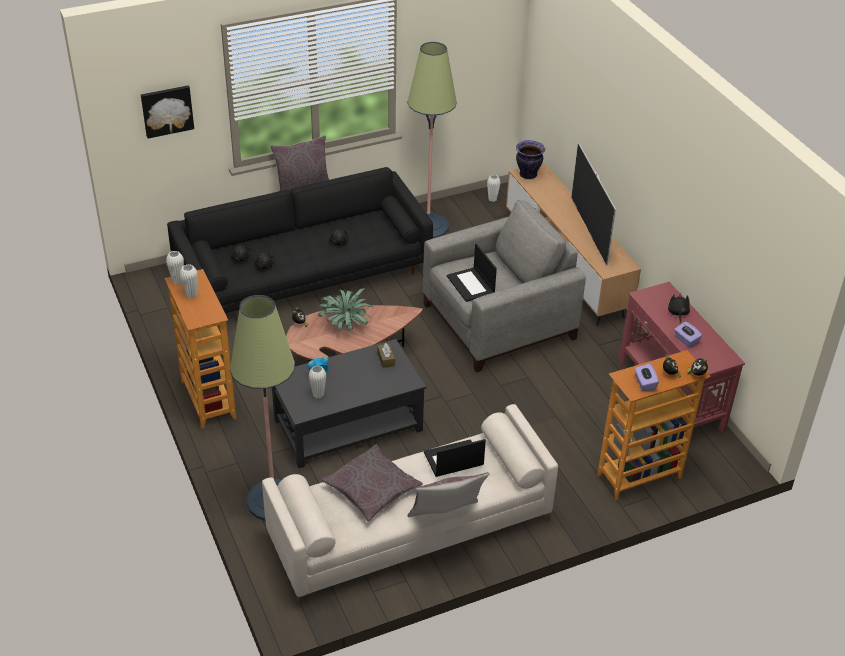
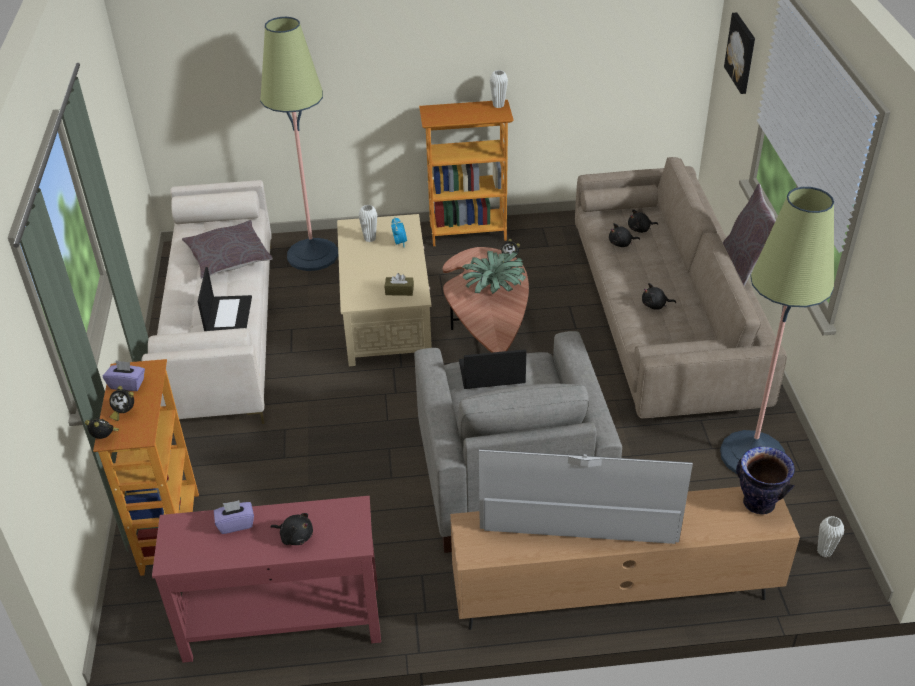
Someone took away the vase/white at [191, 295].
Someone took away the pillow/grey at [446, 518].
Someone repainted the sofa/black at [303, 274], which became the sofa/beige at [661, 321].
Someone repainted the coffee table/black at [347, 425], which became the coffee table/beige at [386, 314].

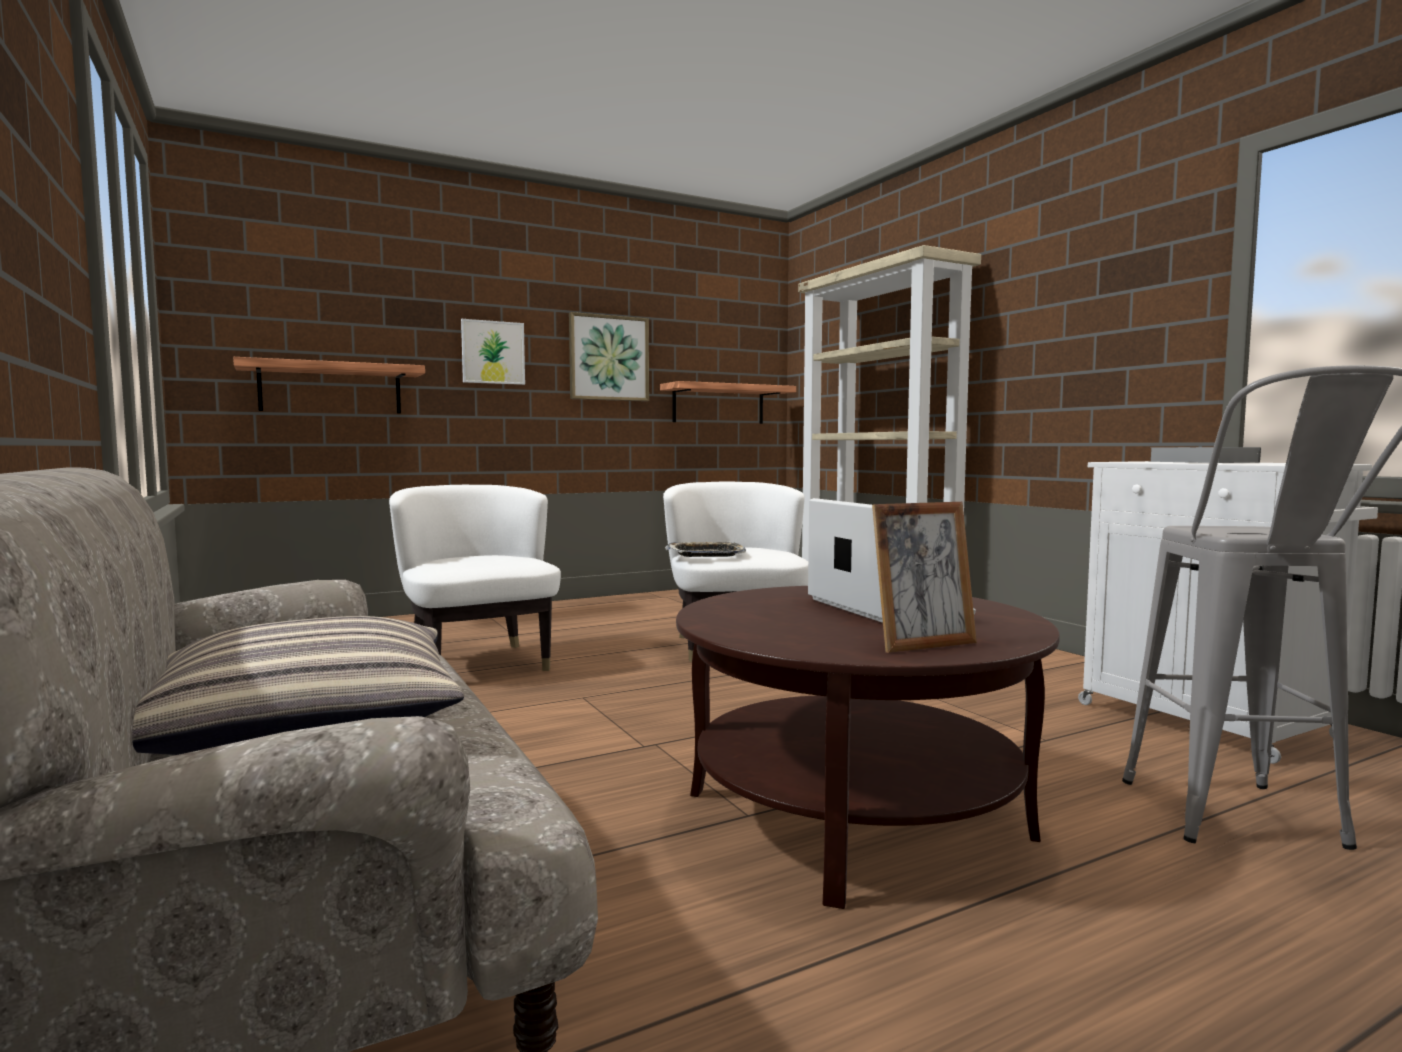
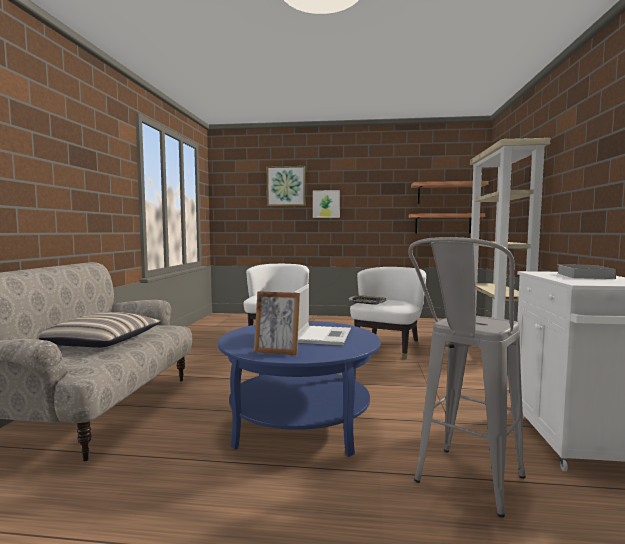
Someone carried the shelf from [331, 389] to [445, 193].
Someone carried the picture from [608, 358] to [286, 186].
Someone repainted the coffee table/brown at [854, 814], which became the coffee table/blue at [299, 423].

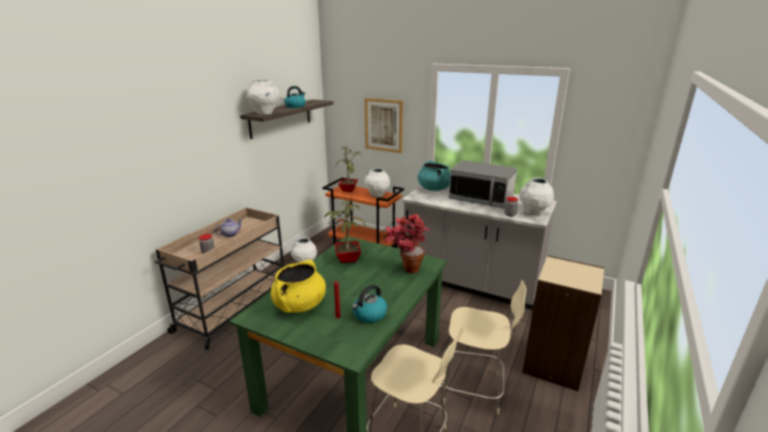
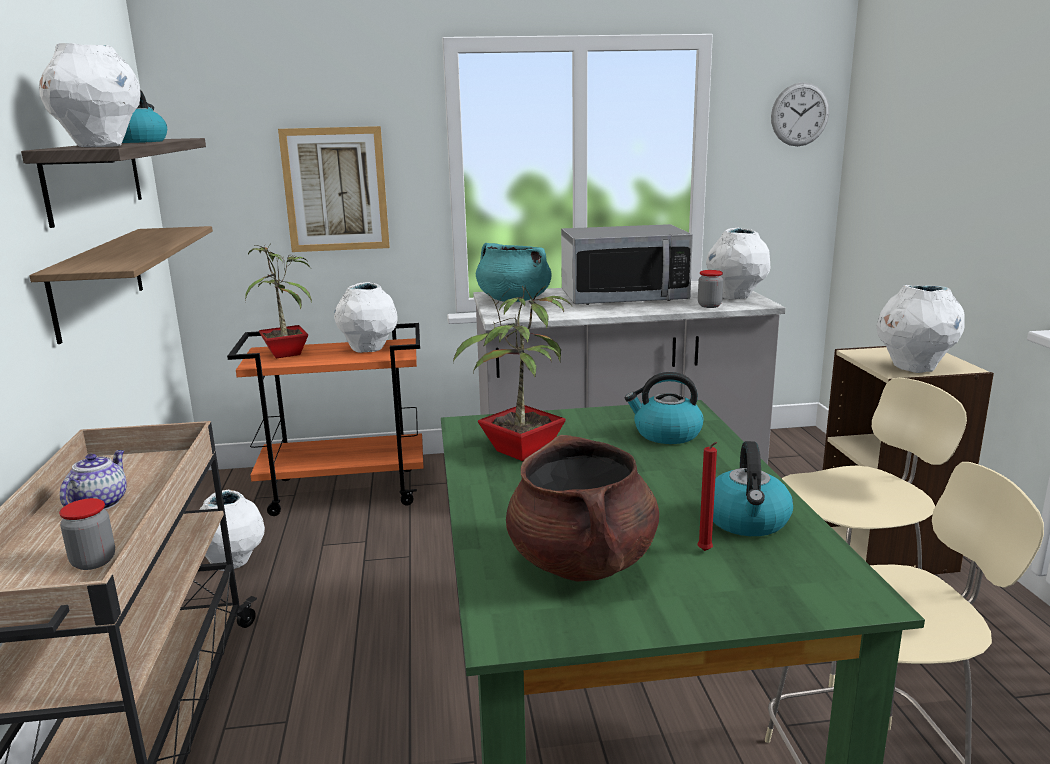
Someone put up the shelf at [98, 281].
Someone put up the wall clock at [800, 114].
Someone put down the vase/white at [913, 368].
Someone swapped the potted plant at [405, 270] for the kettle at [666, 434].
Someone repainted the cooking pot/yellow at [299, 305], which became the cooking pot/brown at [582, 562].

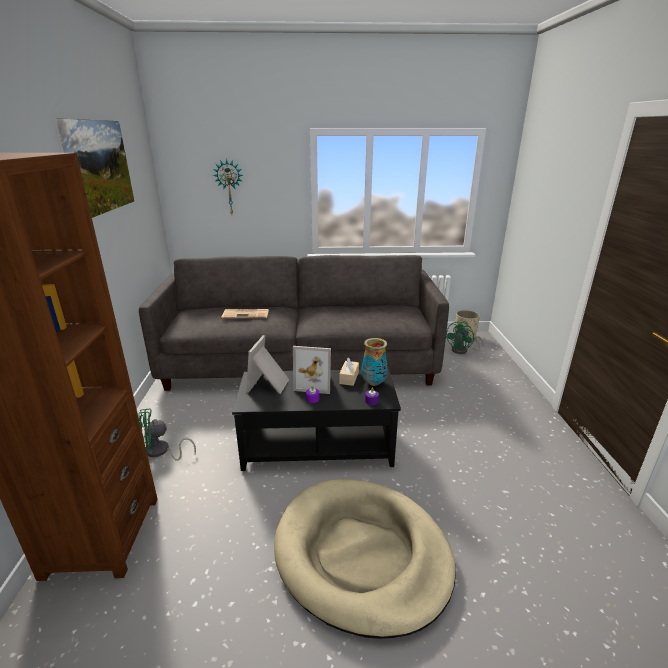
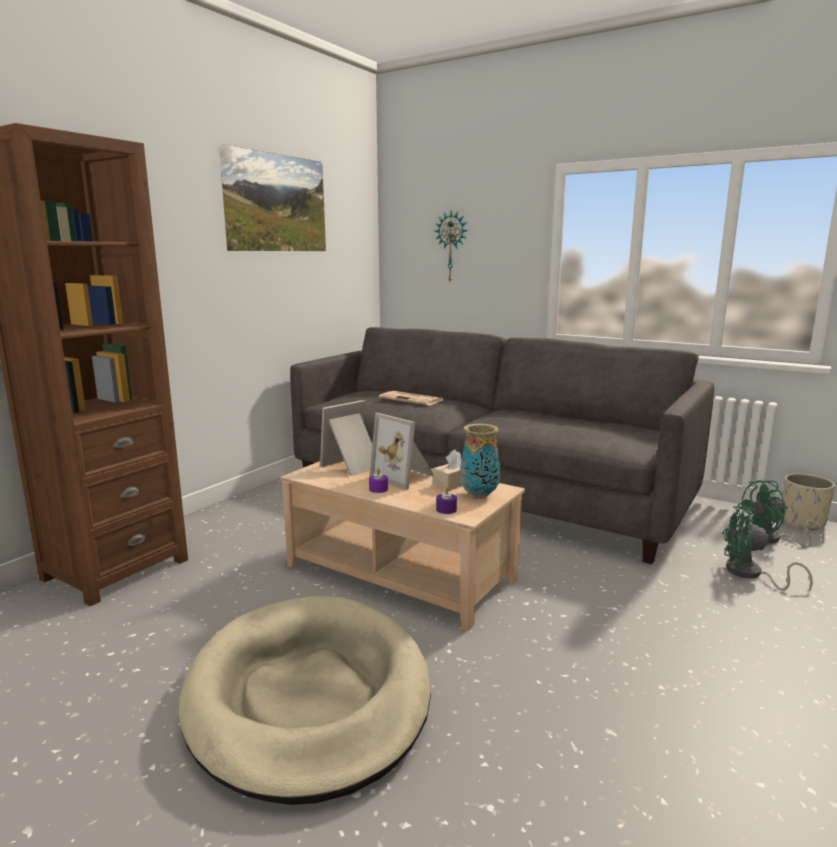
Someone carried the fan/green from [161, 452] to [750, 574].
Someone repainted the coffee table/black at [318, 443], which became the coffee table/beige at [401, 572].

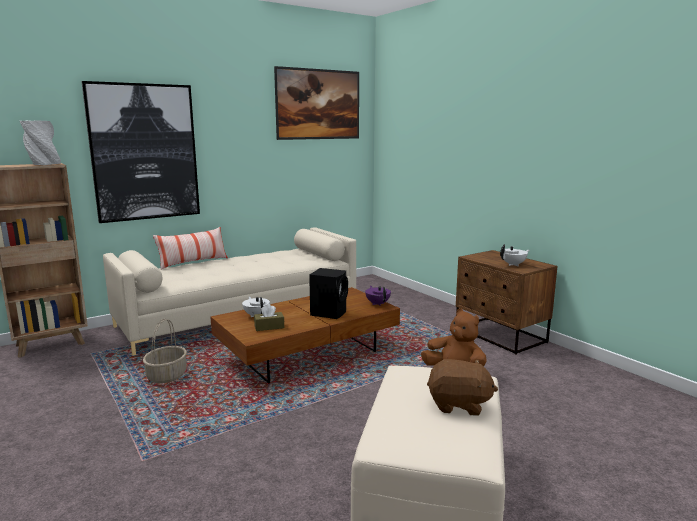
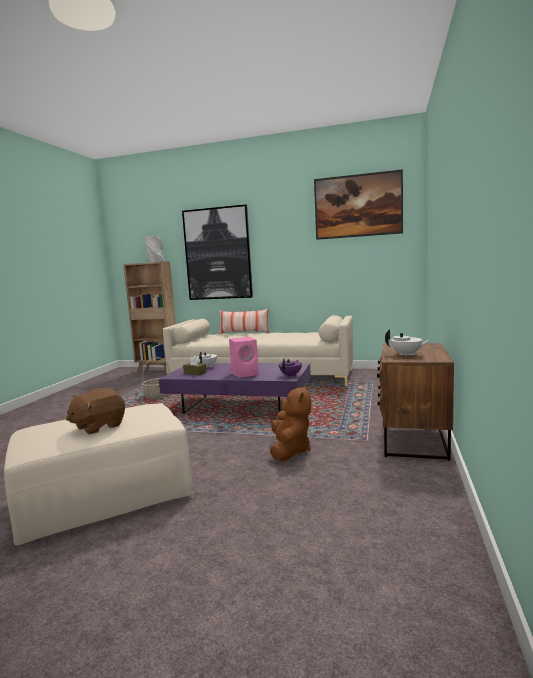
Someone repainted the coffee table/brown at [308, 354], which became the coffee table/purple at [240, 406].
Someone repainted the speaker/black at [329, 313], which became the speaker/pink at [246, 373].
Someone rotated the plush toy/brown at [459, 405] by 75 degrees clockwise.

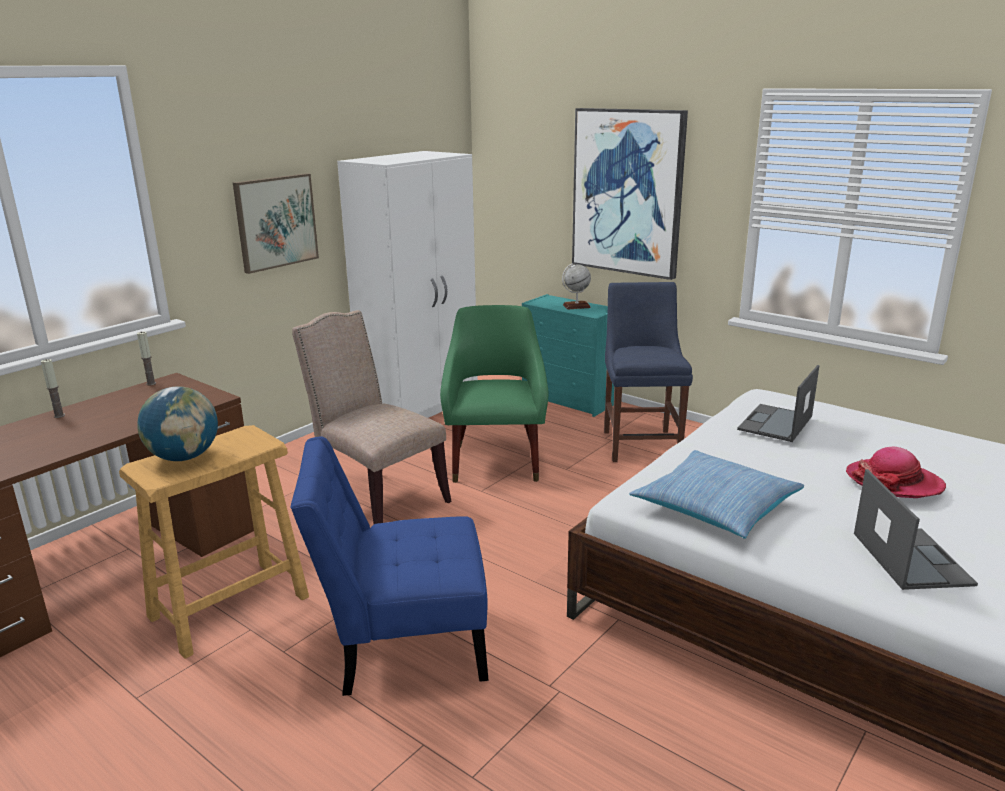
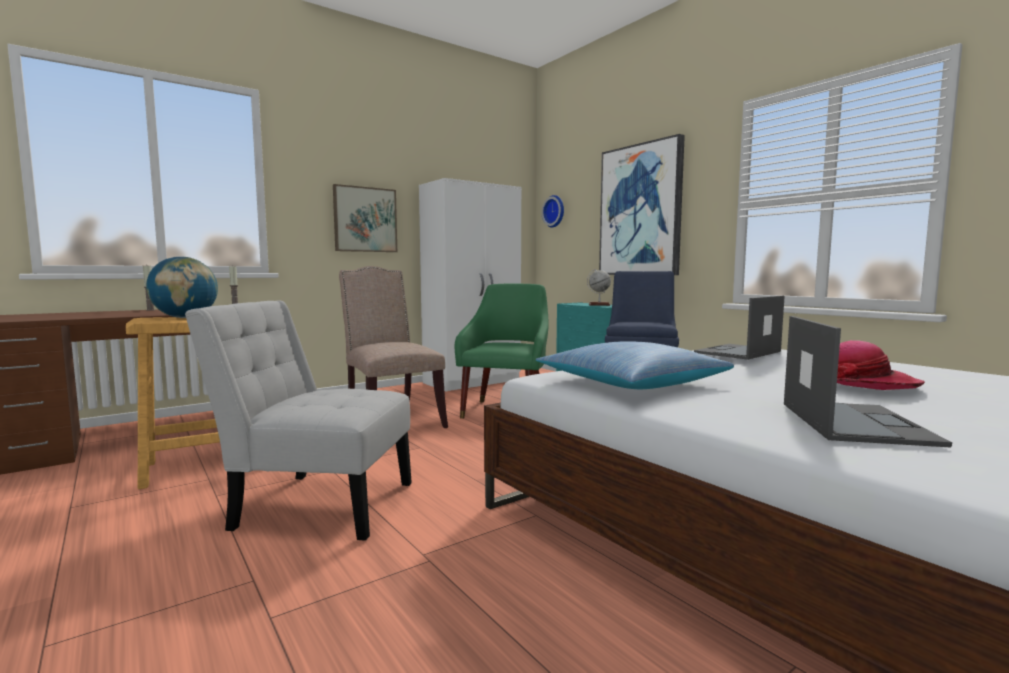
Someone put up the wall clock at [555, 211].
Someone repainted the chair/blue at [402, 643], which became the chair/white at [317, 504].

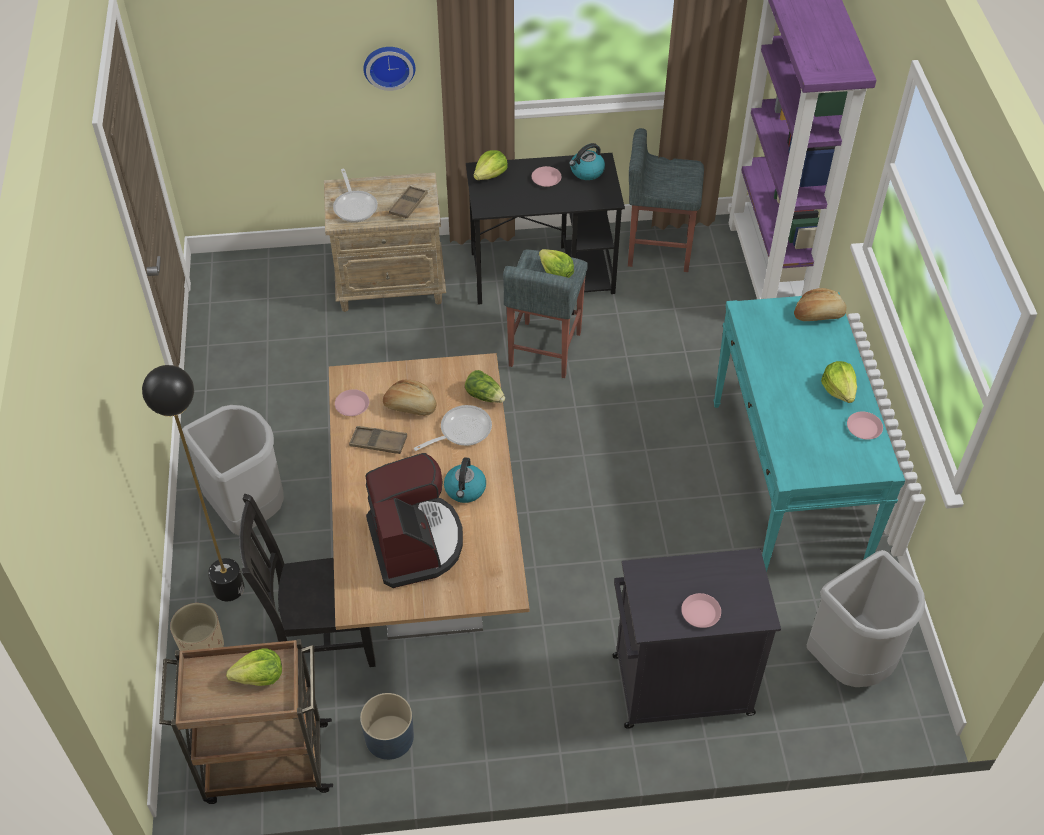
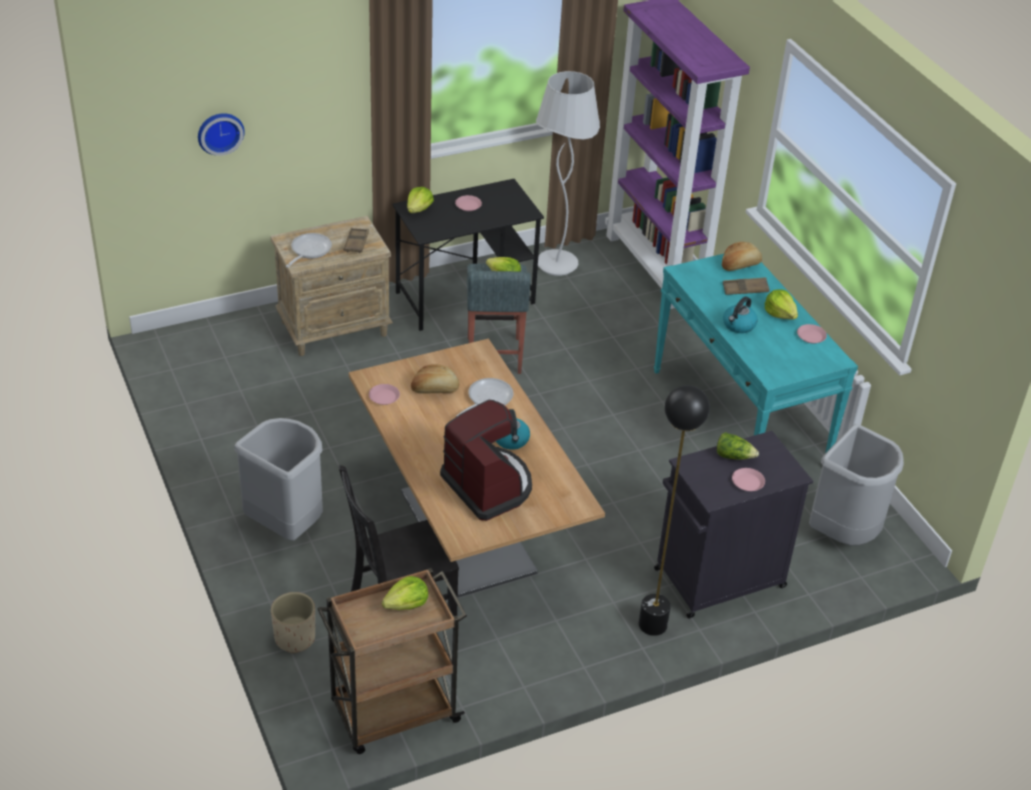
Someone took away the planter/blue at [389, 737].
Someone carried the floor lamp/black from [228, 588] to [652, 624].
Someone carried the tray/brown from [378, 442] to [745, 289].
Someone carried the wall clock from [389, 65] to [219, 132].
Someone carried the lettuce from [485, 395] to [734, 456].
Someone carried the kettle from [586, 171] to [738, 325].
Someone swapped the stool/grey at [658, 250] for the floor lamp/white at [556, 265].
Someone rotated the frying pan at [355, 206] by 120 degrees counterclockwise.

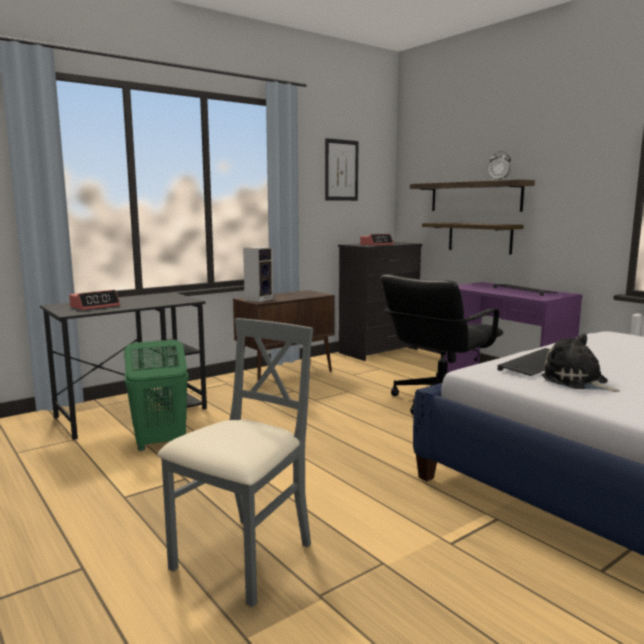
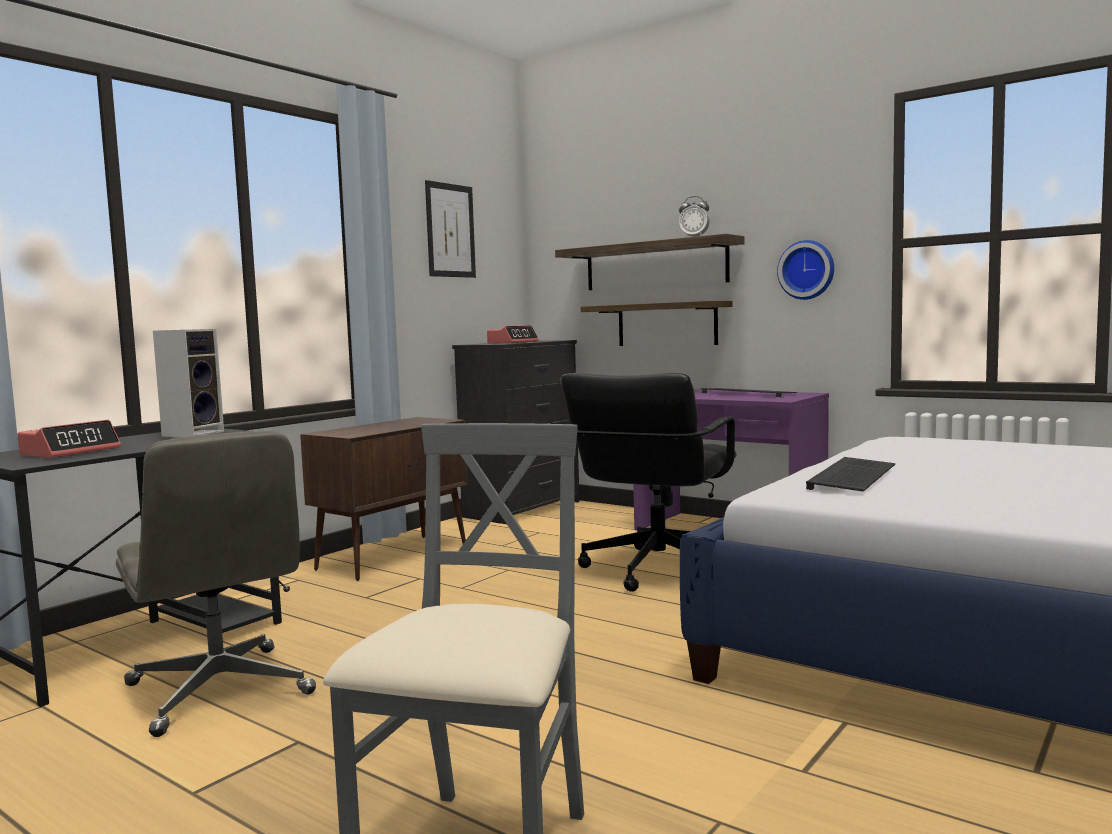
Someone took away the plush toy at [577, 381].
Someone put up the wall clock at [807, 270].
Someone carried the speaker from [259, 299] to [194, 433].
Someone swapped the laundry basket/green at [159, 444] for the office chair/grey at [220, 690].

